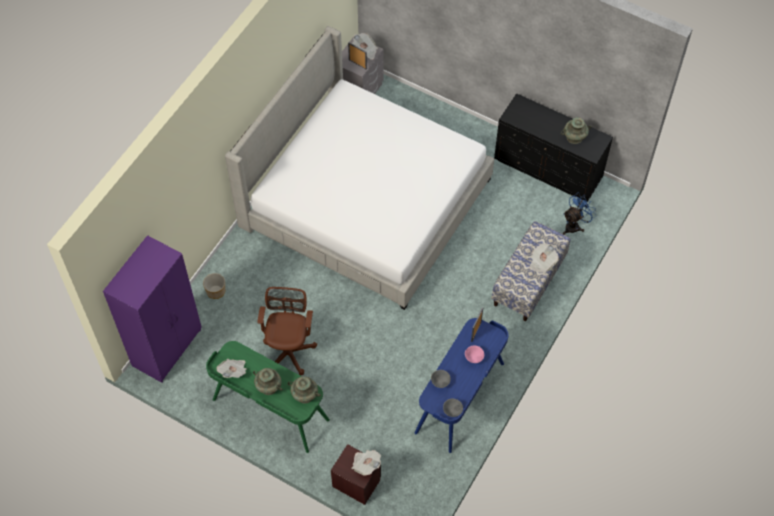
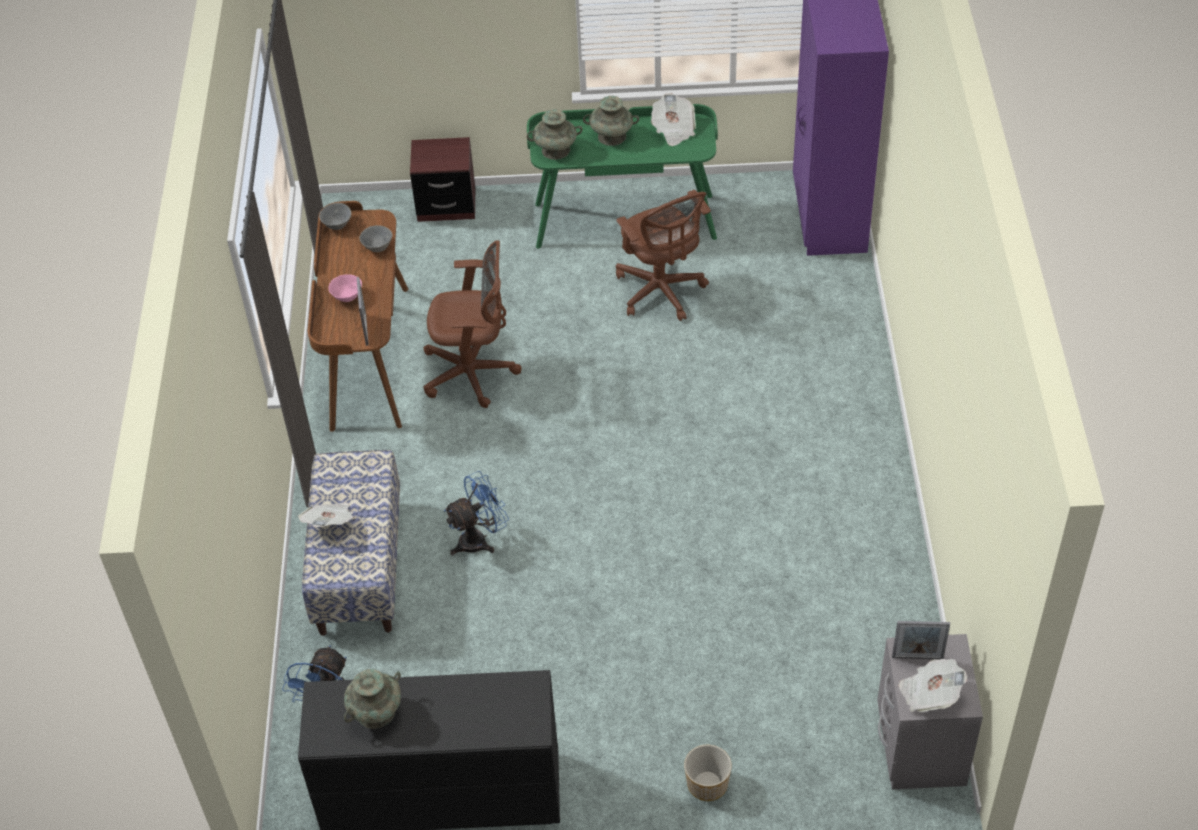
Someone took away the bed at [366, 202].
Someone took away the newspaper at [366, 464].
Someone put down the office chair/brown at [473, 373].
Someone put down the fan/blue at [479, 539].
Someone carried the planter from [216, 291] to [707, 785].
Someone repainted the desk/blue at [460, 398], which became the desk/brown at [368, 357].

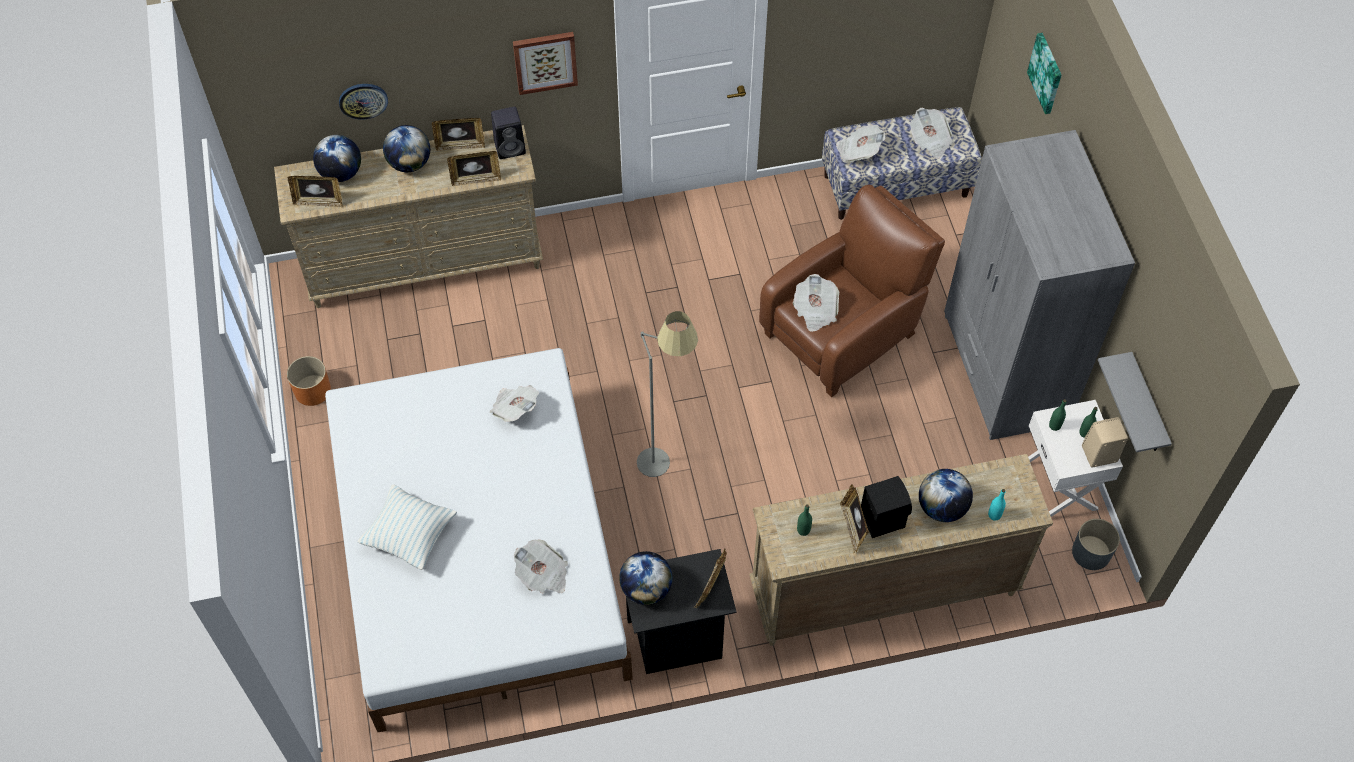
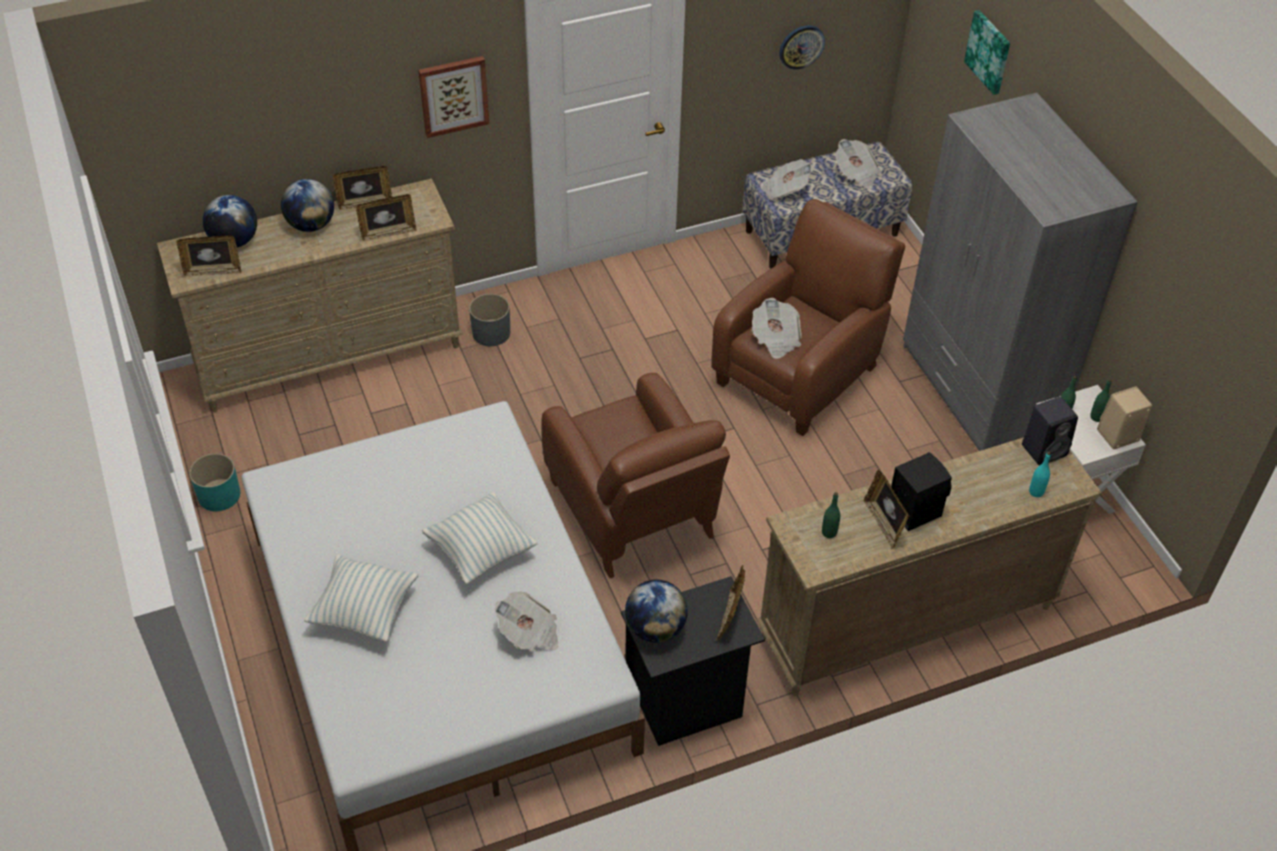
Someone took away the newspaper at [515, 408].
Someone took away the globe at [941, 507].
Someone took away the shelf/grey at [1146, 407].
Someone put down the pillow at [481, 551].
Someone carried the wall clock from [363, 100] to [801, 46].
Someone carried the speaker/black from [511, 147] to [1045, 449].
Someone carried the planter/grey from [1091, 553] to [491, 333].
Someone swapped the floor lamp/grey at [665, 454] for the armchair/brown at [633, 513].
Someone repainted the planter/orange at [312, 390], which became the planter/turquoise at [219, 495].

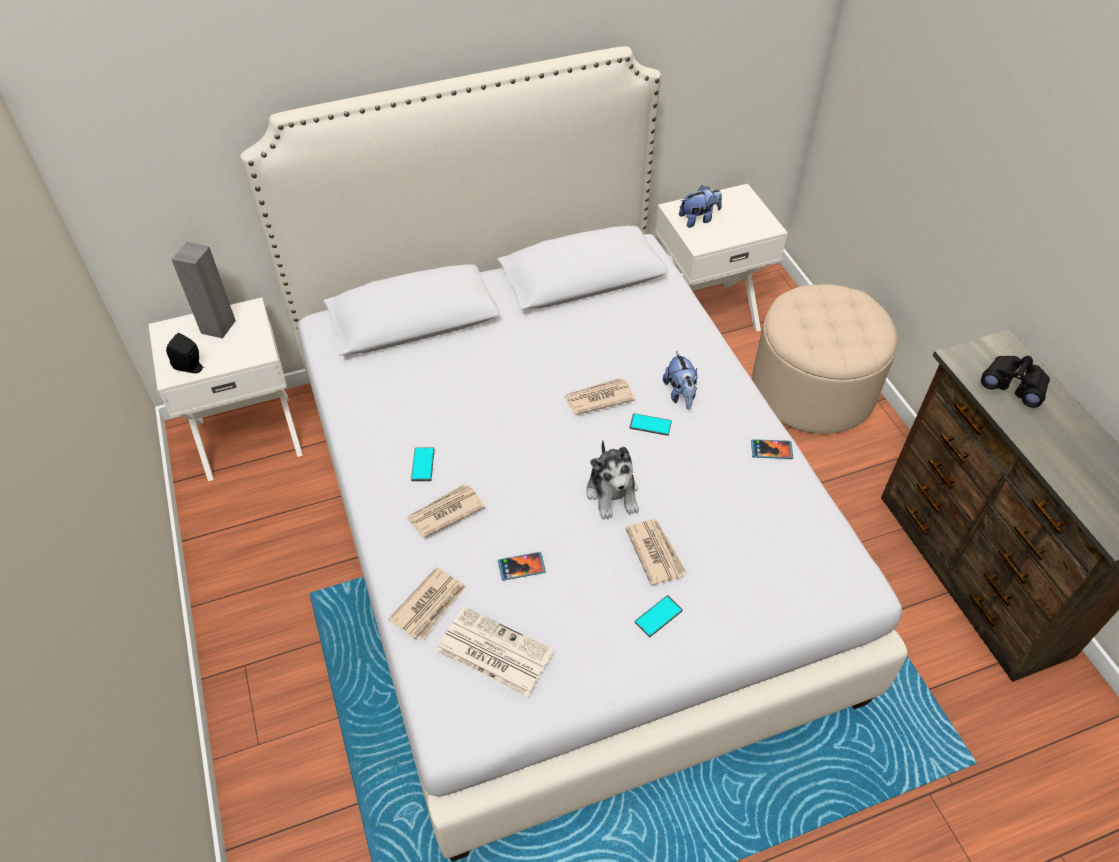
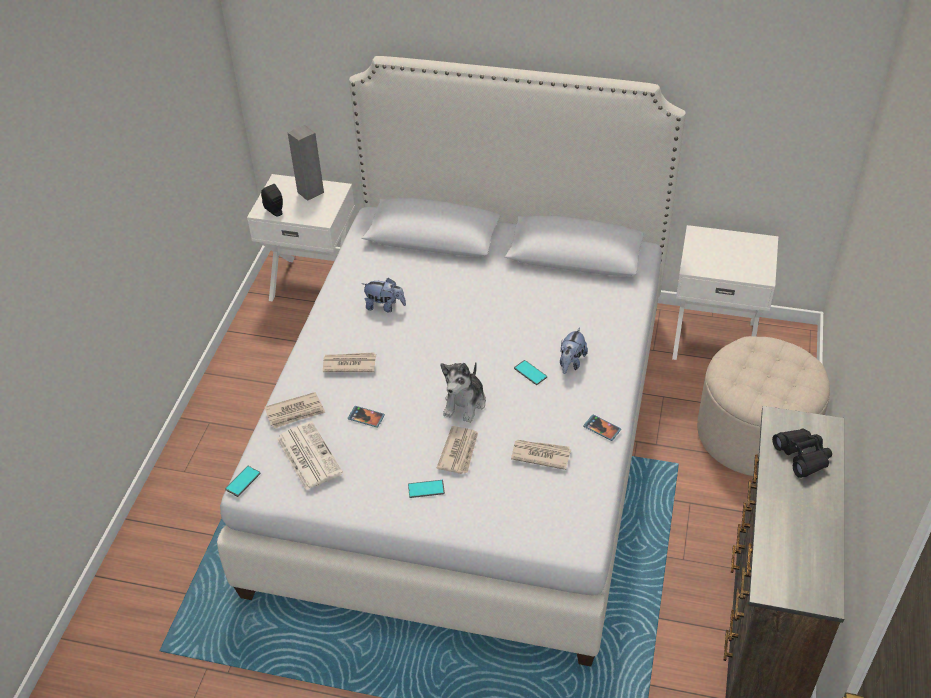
Someone carried the phone from [423, 464] to [243, 481].
Someone carried the newspaper from [598, 398] to [540, 455].
Someone carried the plush toy from [698, 219] to [385, 306].

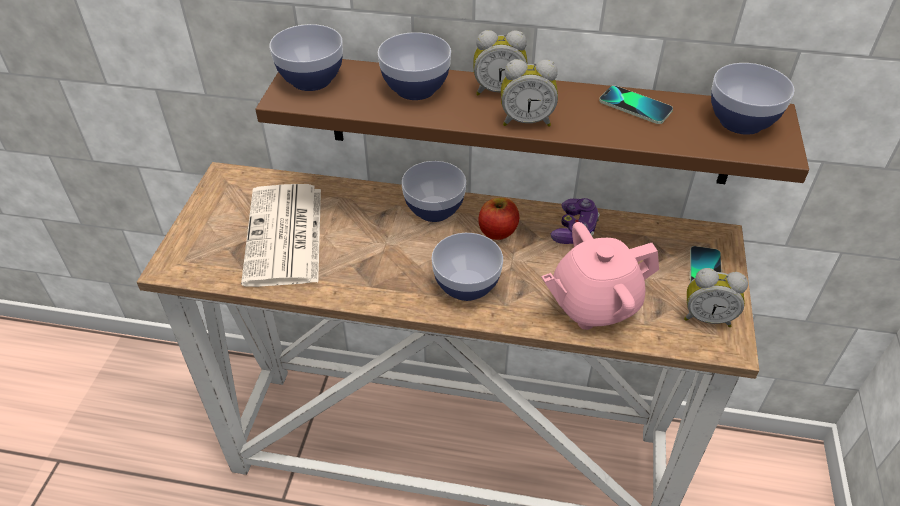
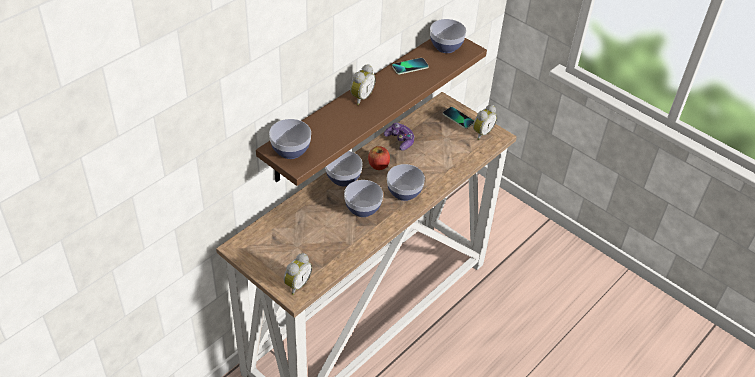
Someone took away the newspaper at [285, 236].
Someone took away the teapot/pink at [593, 304].
Someone carried the bowl from [416, 88] to [363, 209].
Someone carried the alarm clock from [526, 121] to [296, 284].

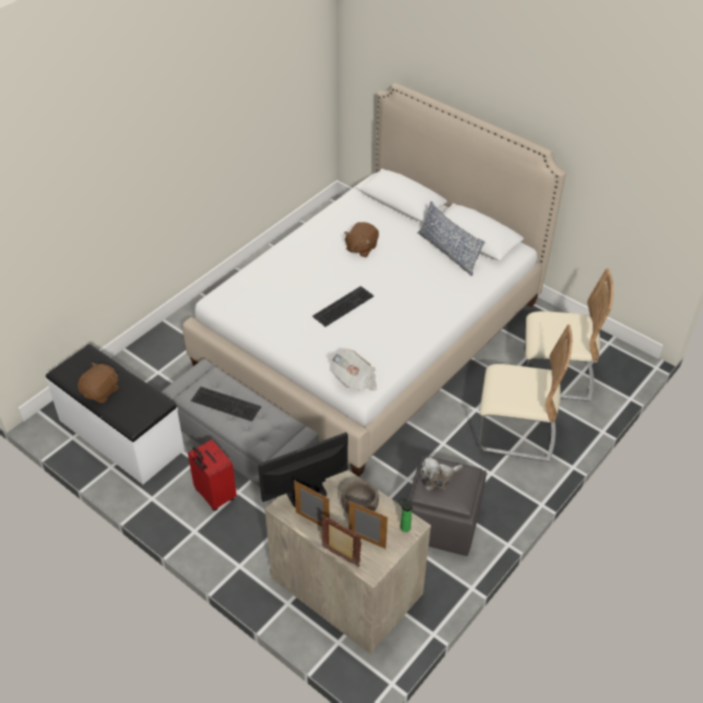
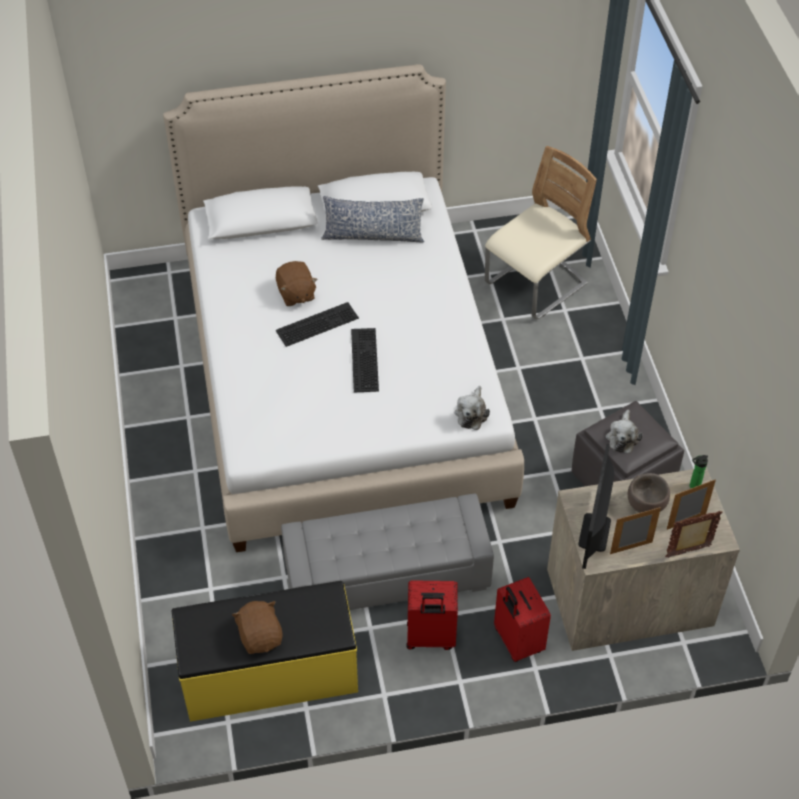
Someone took away the chair/beige at [515, 432].
Someone put down the suitcase/red at [517, 641].
Someone carried the keyboard from [227, 403] to [317, 323].
Someone swapped the newspaper at [355, 380] for the plush toy at [472, 413].
Someone repainted the bench/white at [120, 435], which became the bench/yellow at [269, 675].

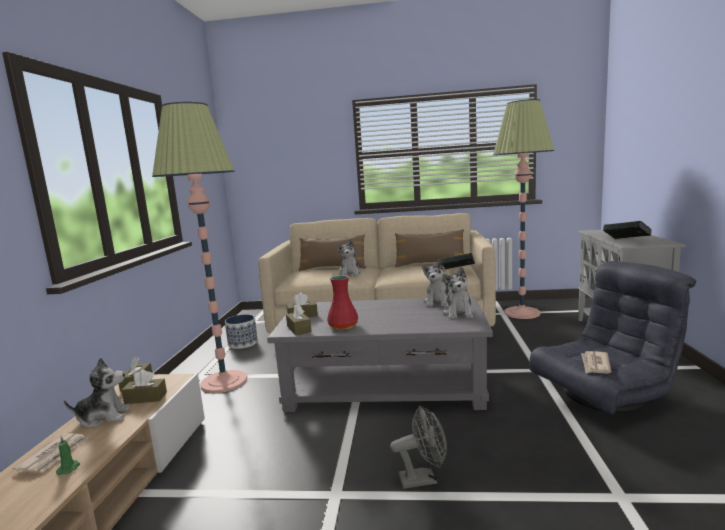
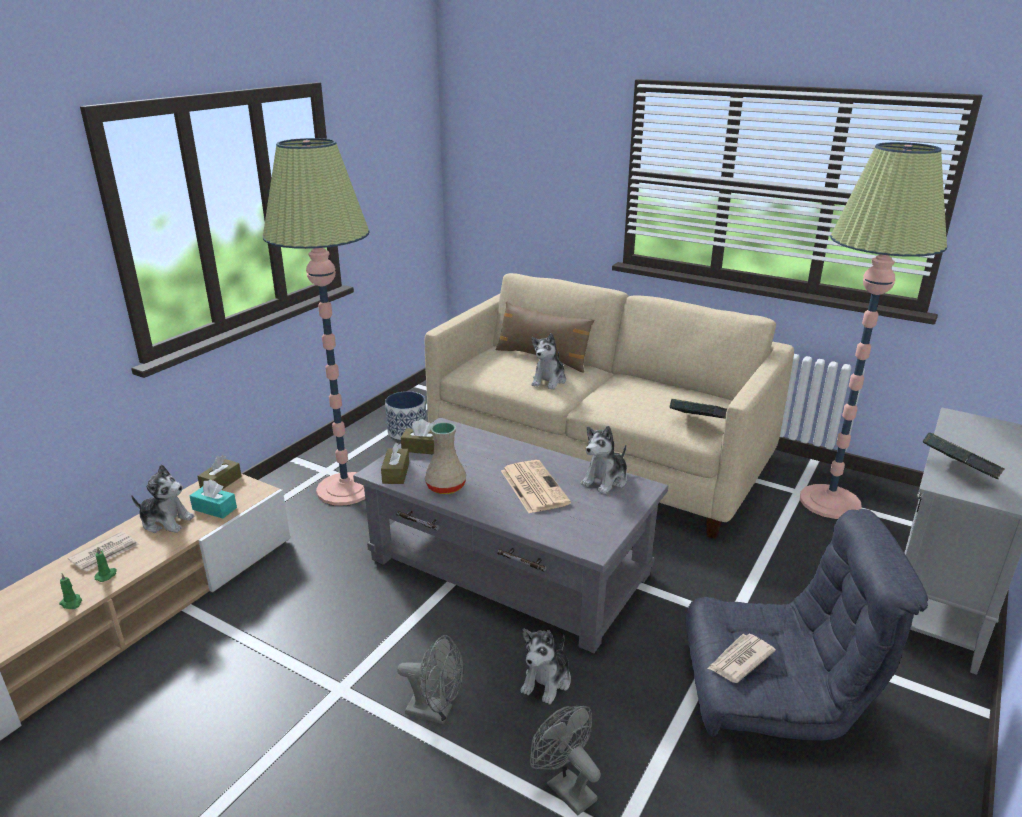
Someone took away the pillow/brown at [430, 264].
Someone put down the candle/green at [72, 603].
Someone put down the newspaper at [533, 486].
Someone put down the fan/grey at [565, 787].
Someone carried the plush toy from [459, 313] to [547, 681].
Someone repainted the tissue box/brown at [146, 398], which became the tissue box/turquoise at [214, 509].
Someone repainted the vase/red at [343, 326], which became the vase/beige at [447, 486].

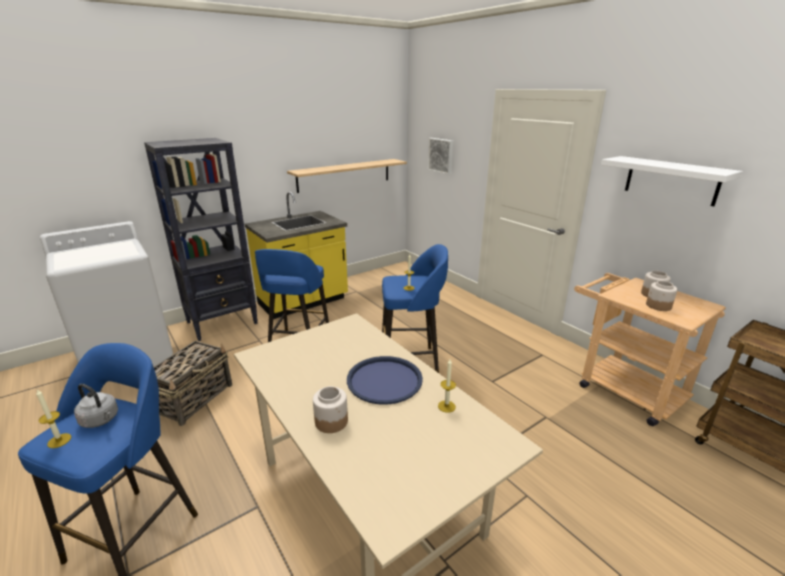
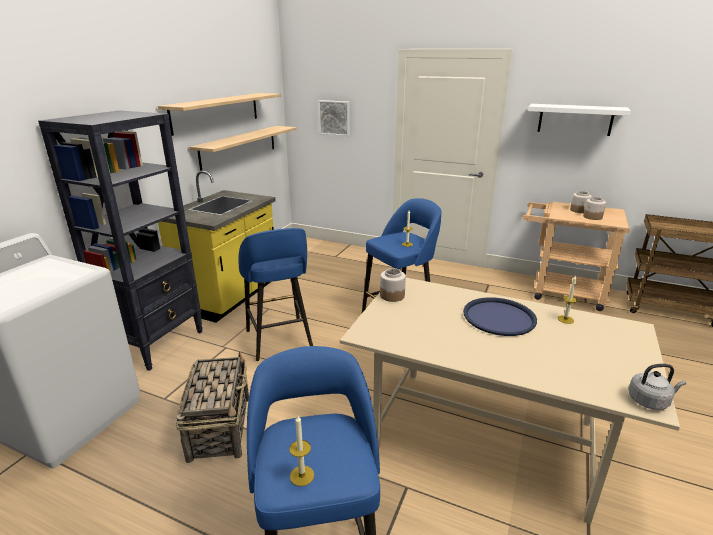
Someone put up the shelf at [216, 112].
Someone carried the kettle/grey from [101, 420] to [650, 401].
Someone carried the jar from [331, 421] to [392, 295].

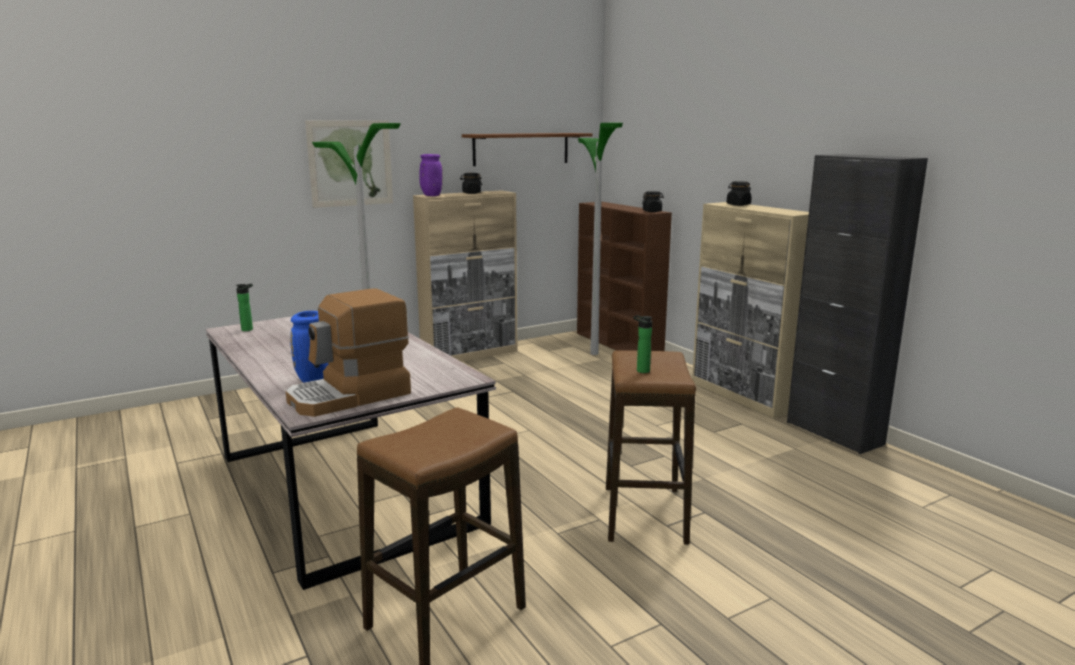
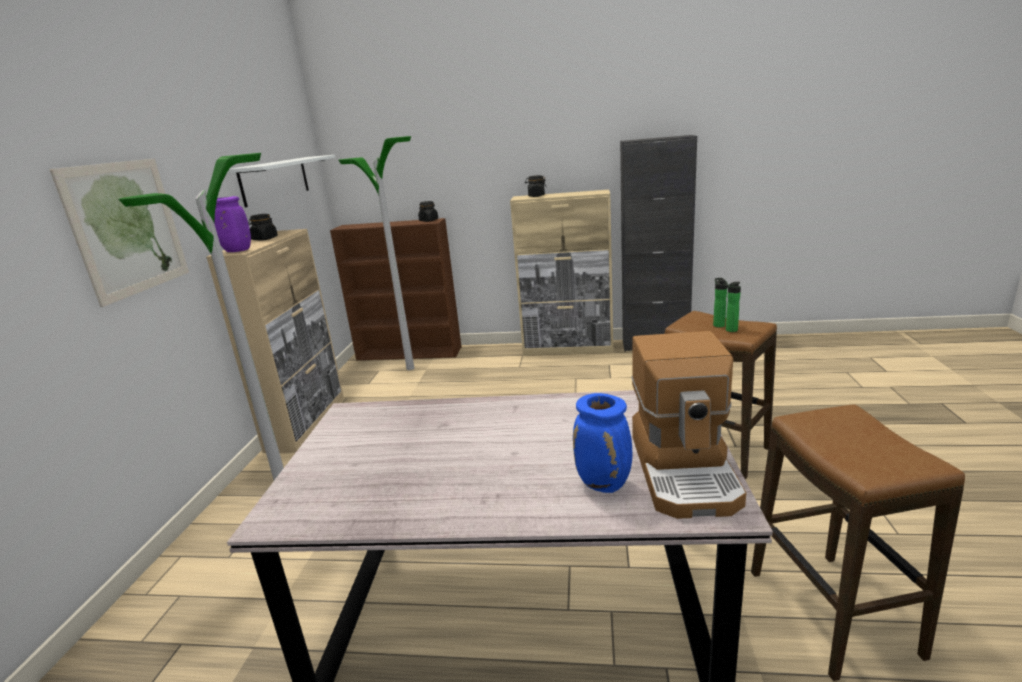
Someone carried the bottle from [249, 329] to [718, 325].
Someone repainted the shelf/brown at [521, 149], which became the shelf/white at [275, 180].

